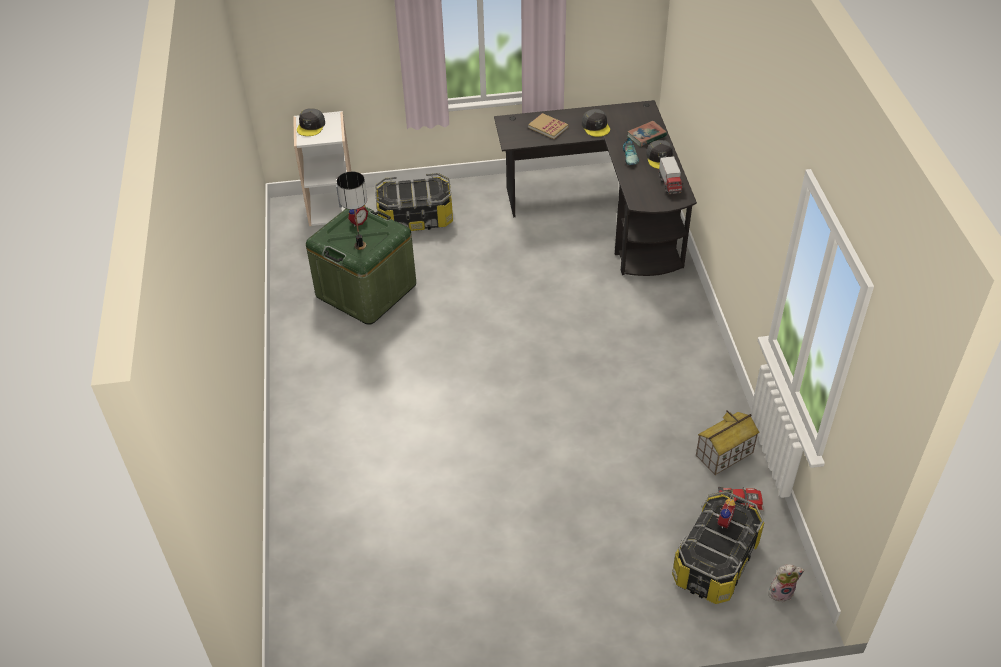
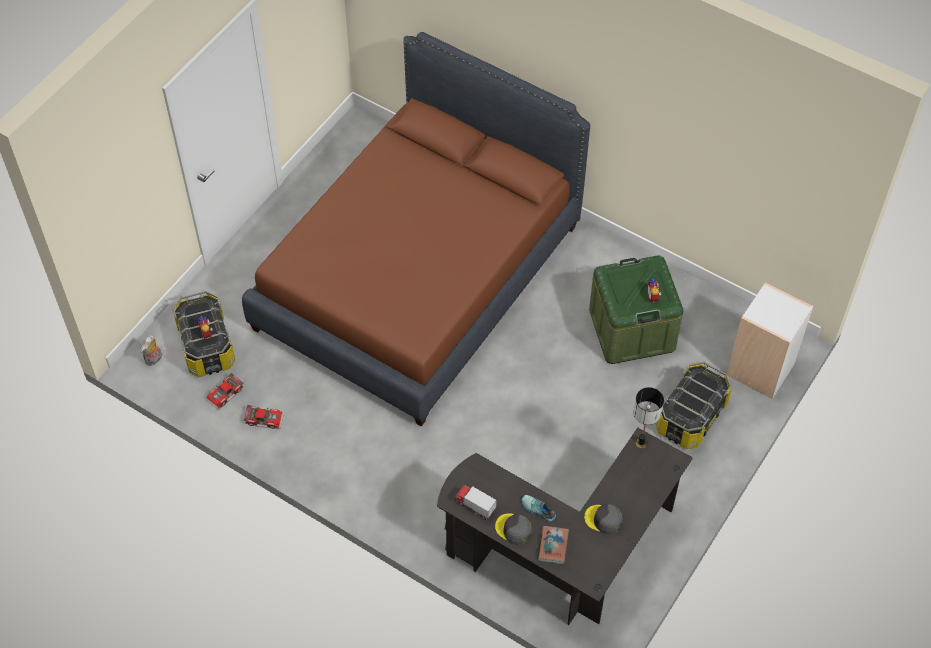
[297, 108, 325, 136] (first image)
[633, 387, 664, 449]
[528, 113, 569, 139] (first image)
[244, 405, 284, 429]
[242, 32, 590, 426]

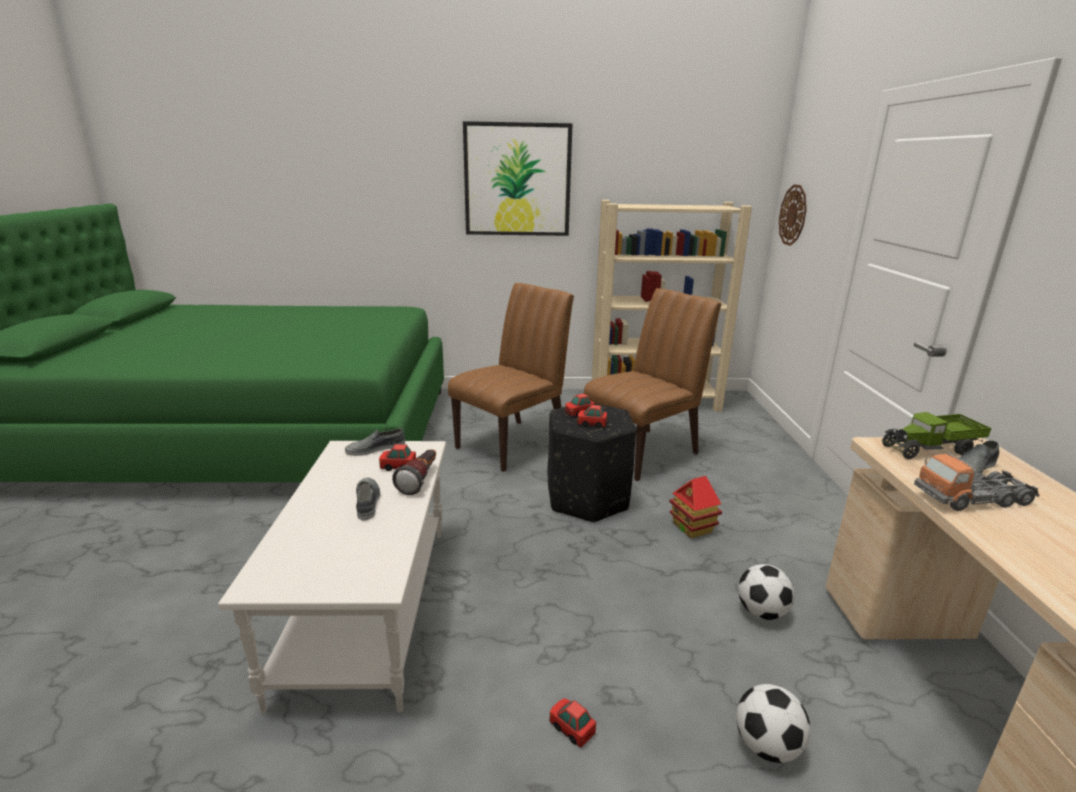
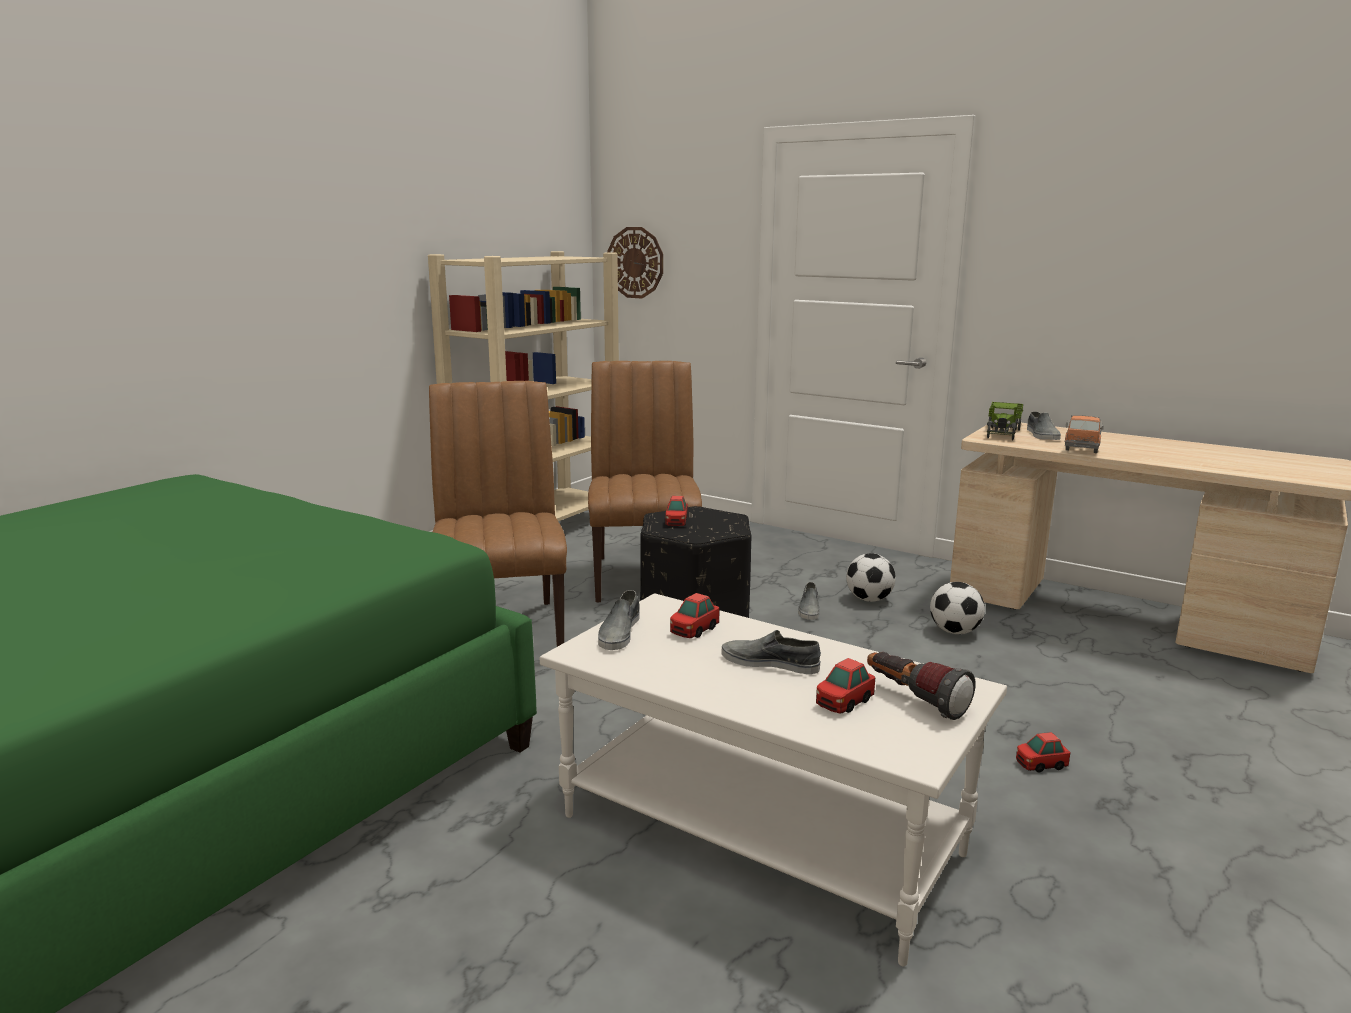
[867, 652, 976, 720]
[463, 121, 573, 236] (first image)
[816, 658, 875, 714]
[798, 582, 819, 620]
[846, 553, 896, 602]

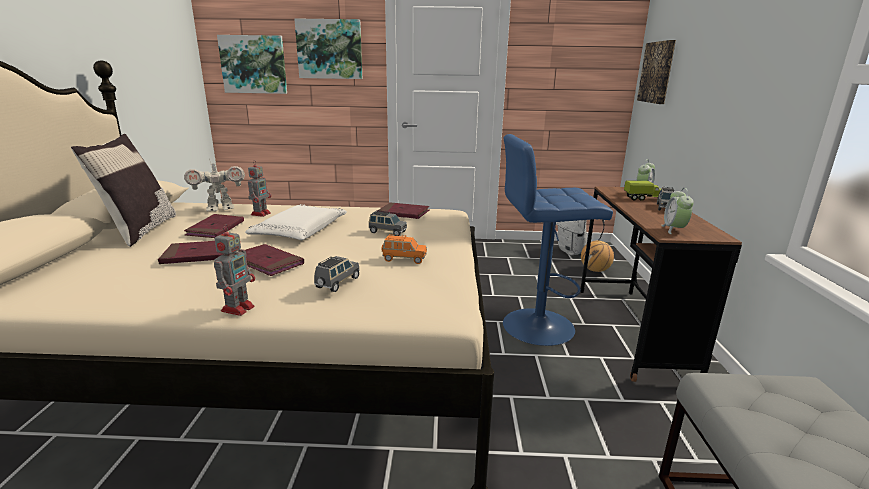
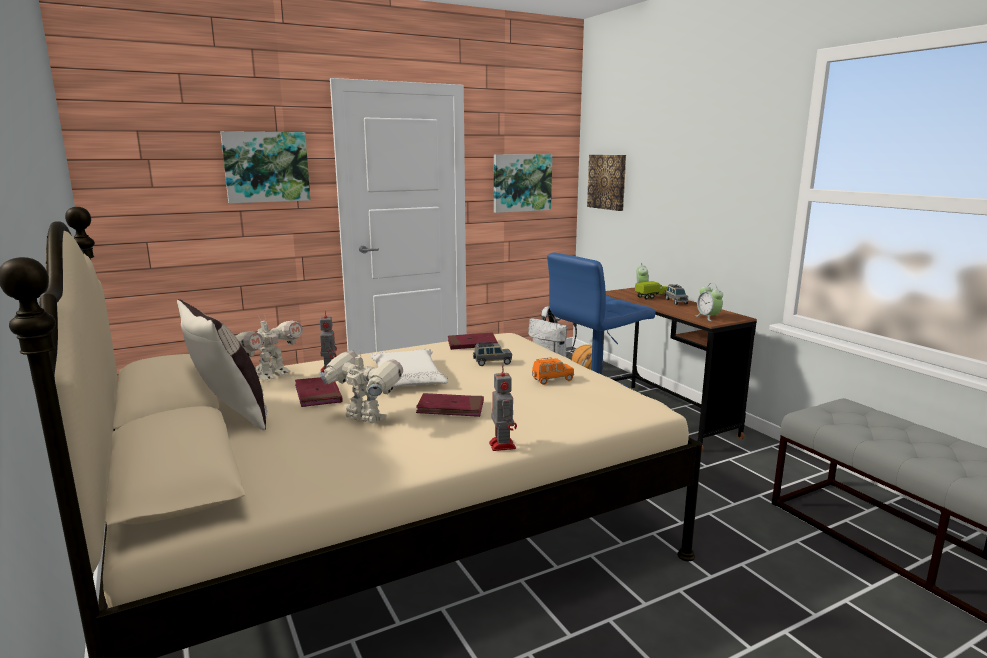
[319, 350, 403, 424]
[494, 154, 552, 213]
[314, 256, 360, 292] (first image)

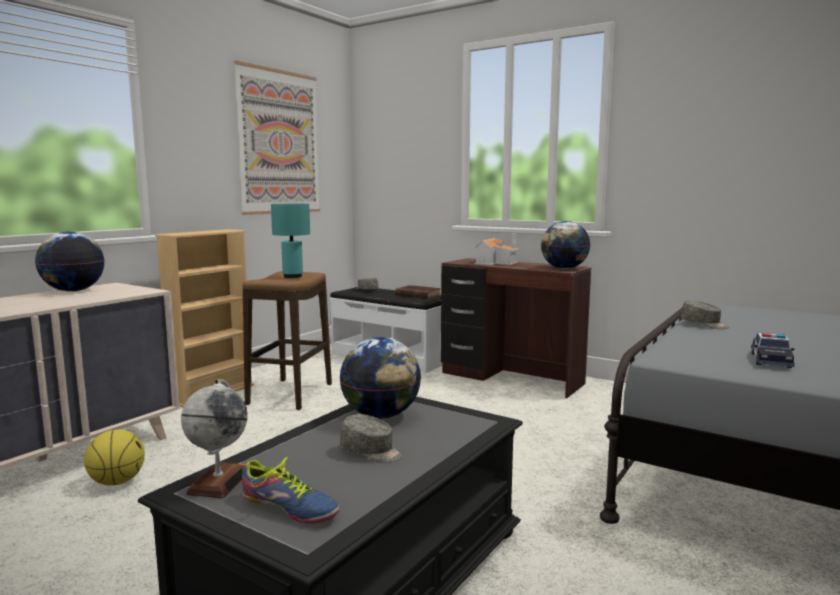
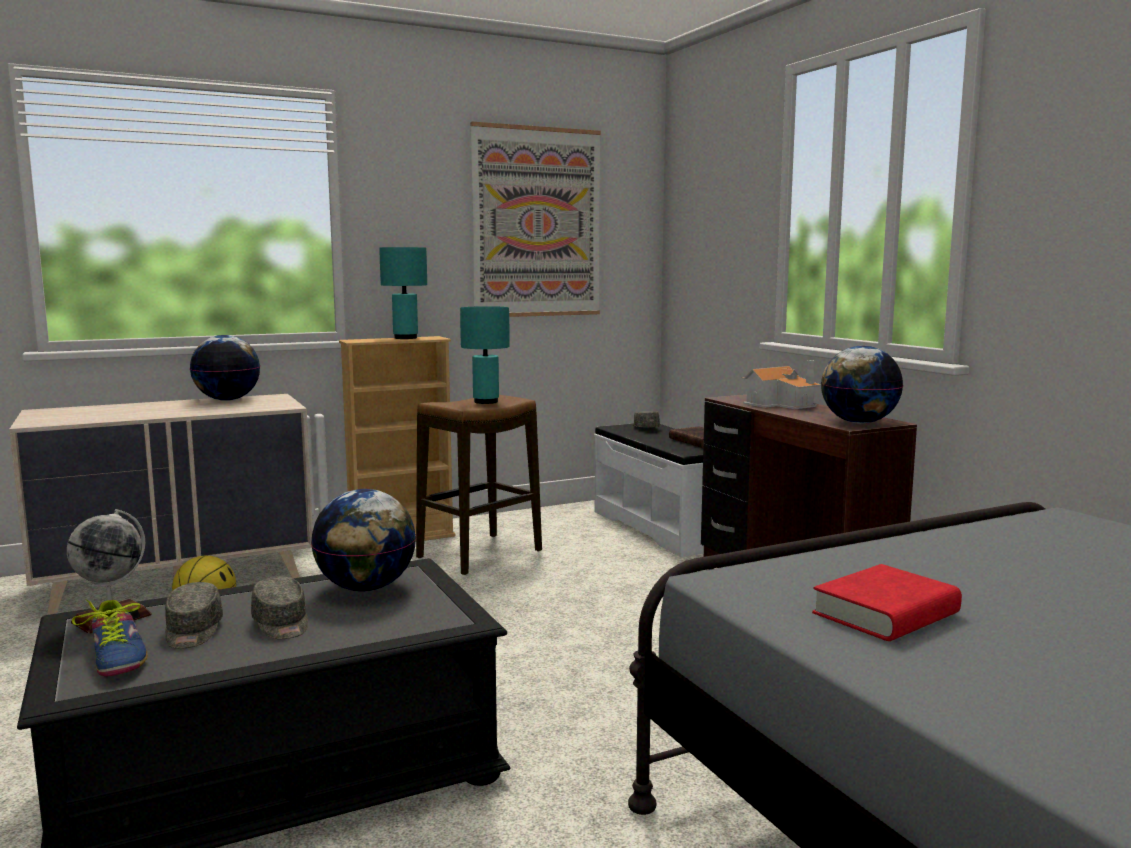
[165, 582, 223, 649]
[812, 564, 962, 641]
[380, 247, 427, 339]

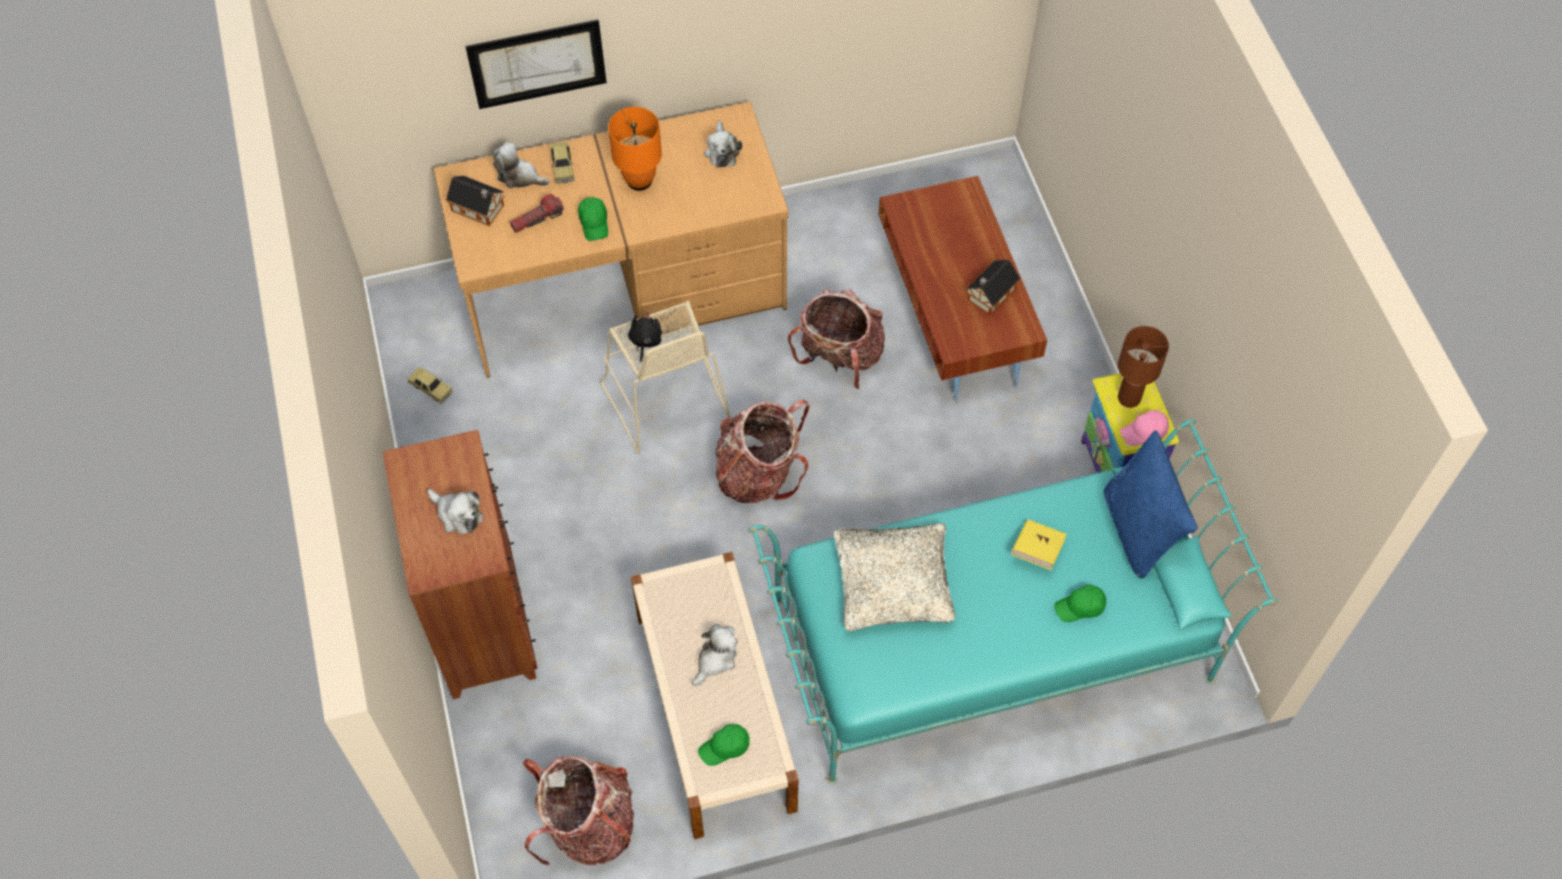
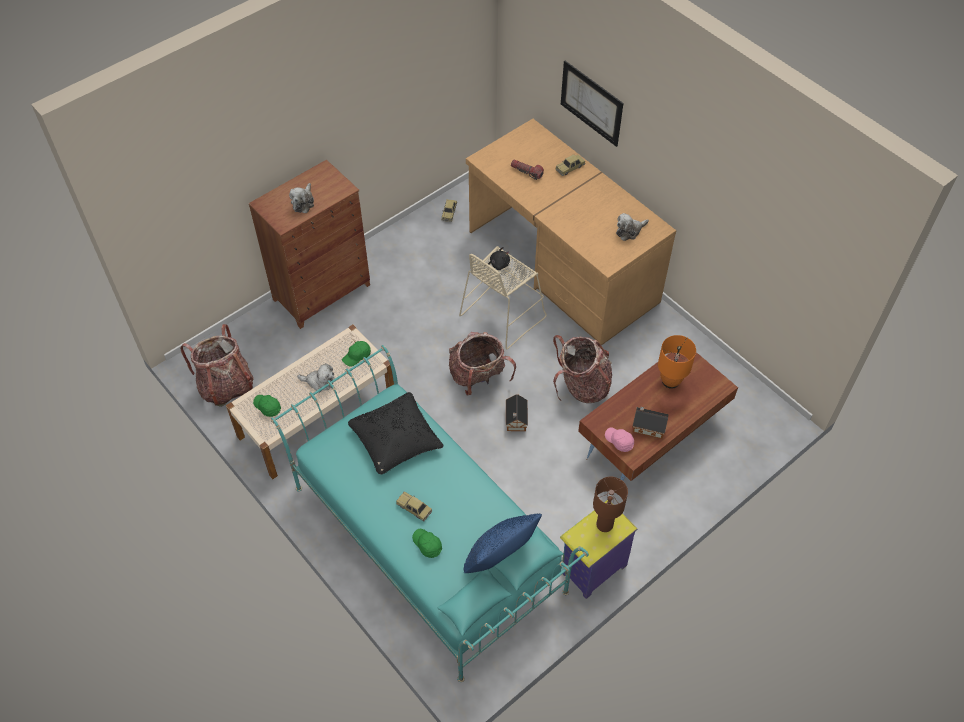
[506, 394, 528, 431]
[493, 142, 550, 188] (first image)
[342, 341, 371, 367]
[658, 335, 696, 389]
[348, 392, 444, 474]
[1011, 519, 1067, 570] (first image)
[605, 427, 634, 452]
[396, 491, 432, 521]

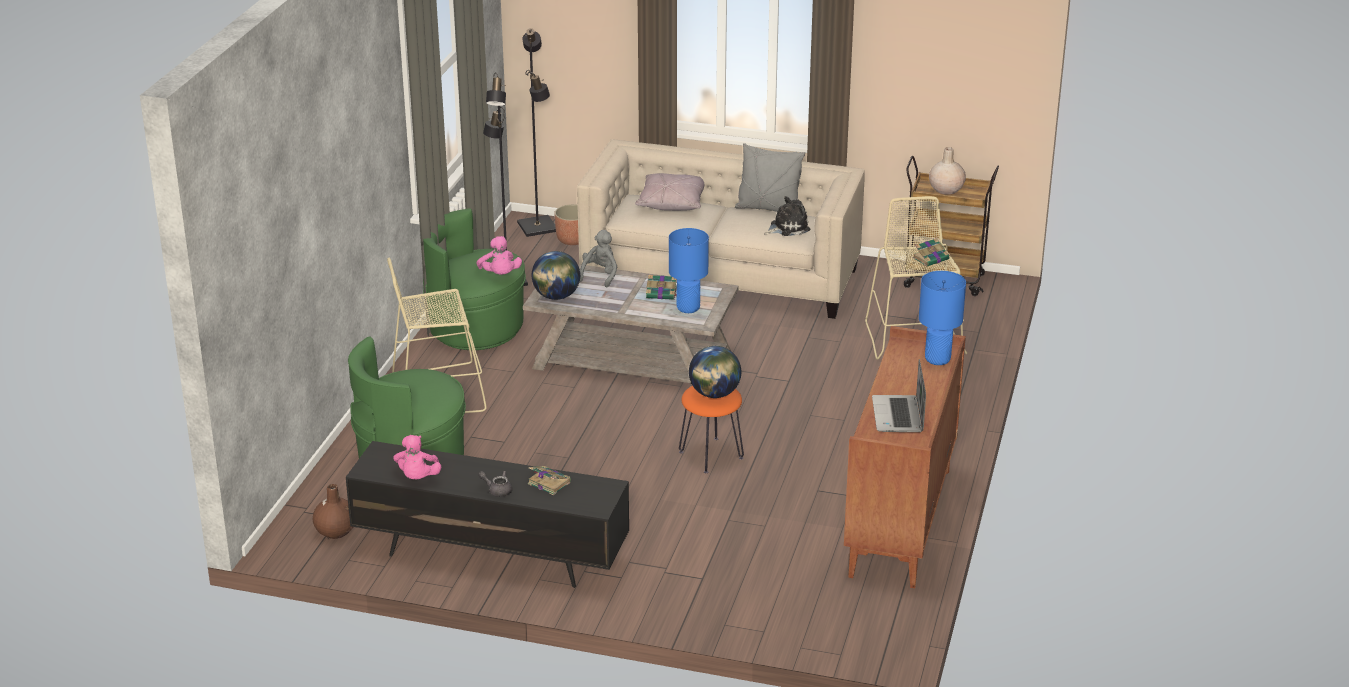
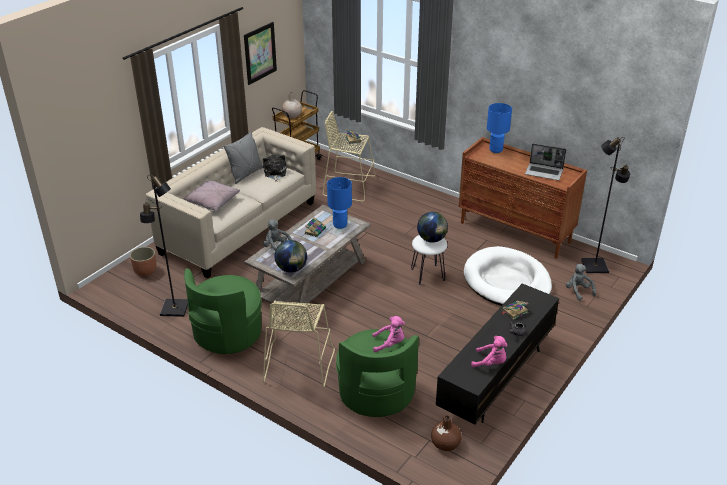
[372, 316, 405, 353]
[581, 137, 630, 273]
[411, 235, 447, 285]
[244, 22, 277, 85]
[464, 246, 552, 306]
[566, 264, 596, 301]

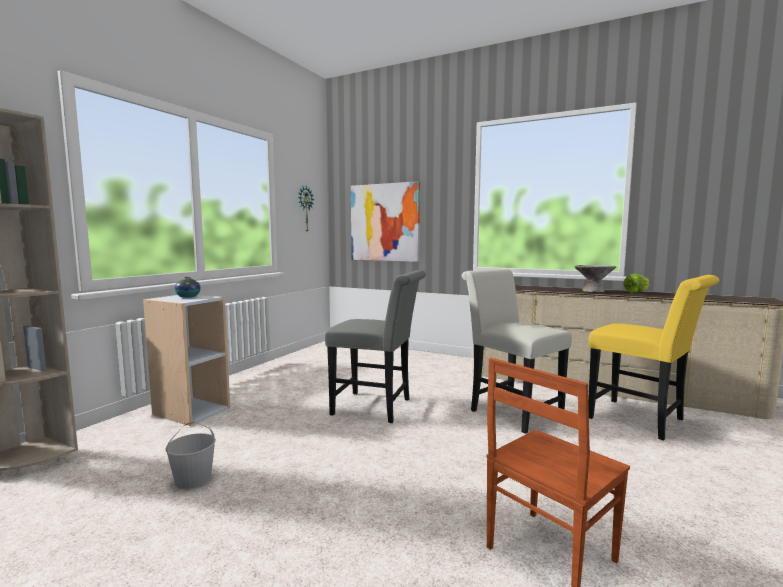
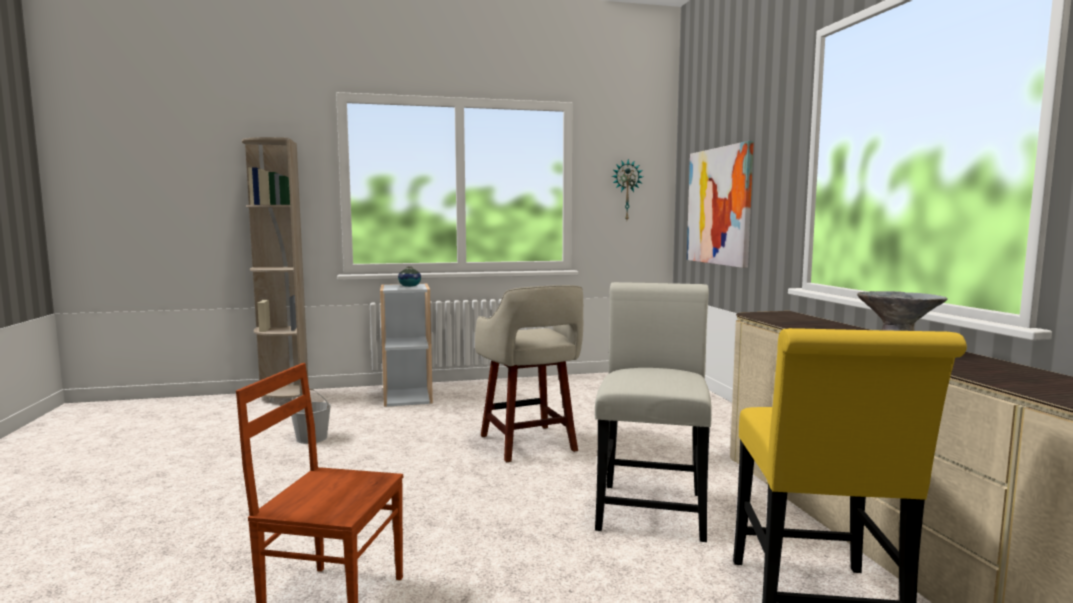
[475, 285, 583, 462]
[623, 274, 649, 293] (first image)

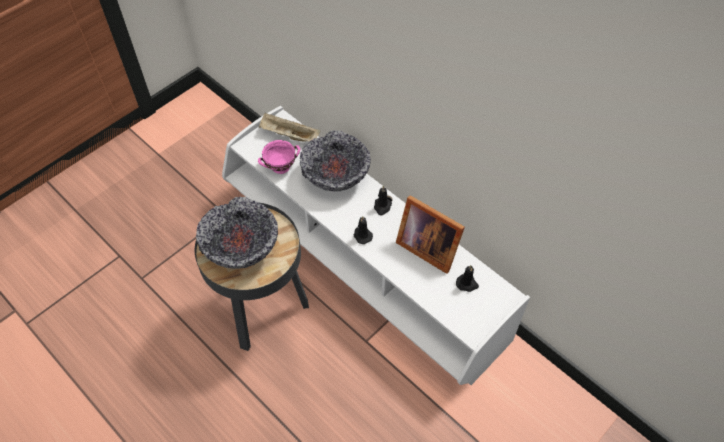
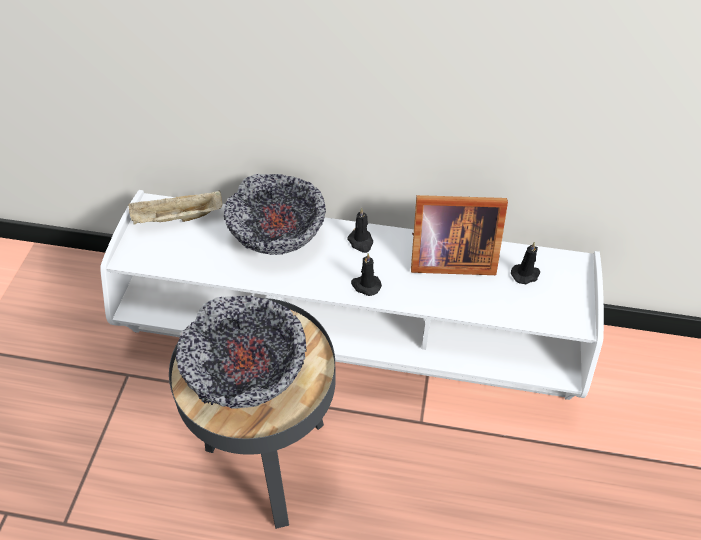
[258, 140, 300, 174] (first image)

